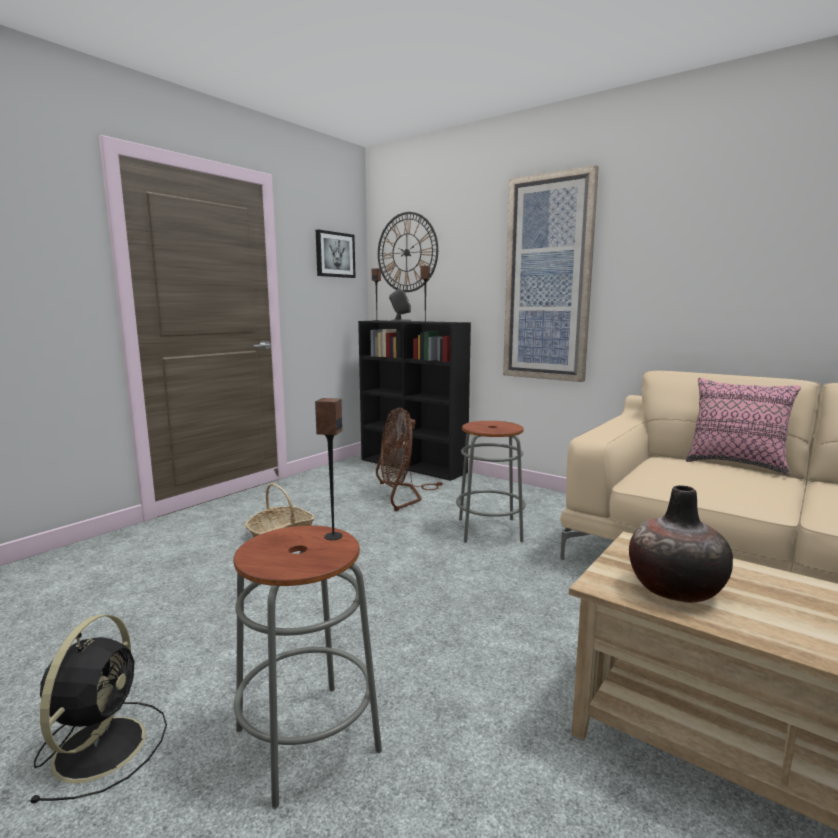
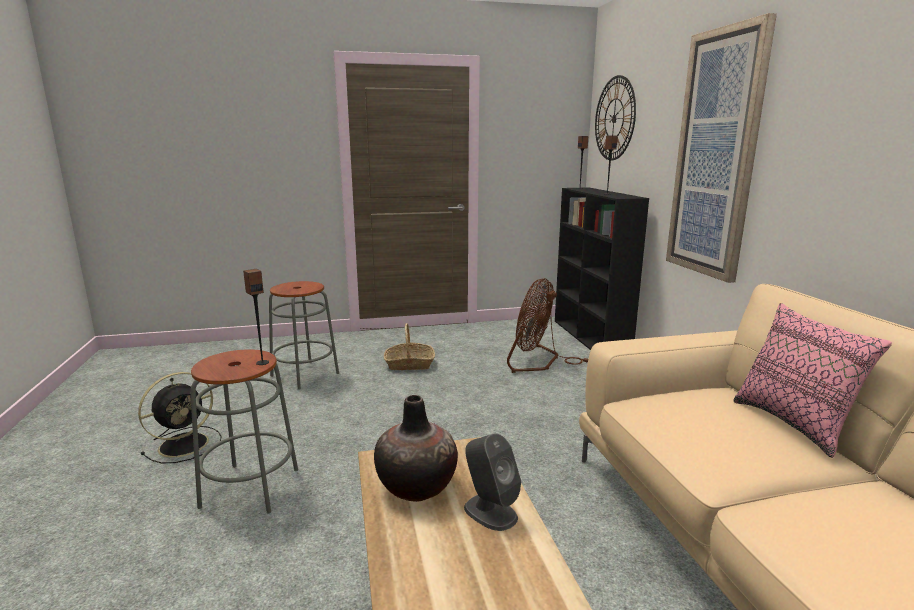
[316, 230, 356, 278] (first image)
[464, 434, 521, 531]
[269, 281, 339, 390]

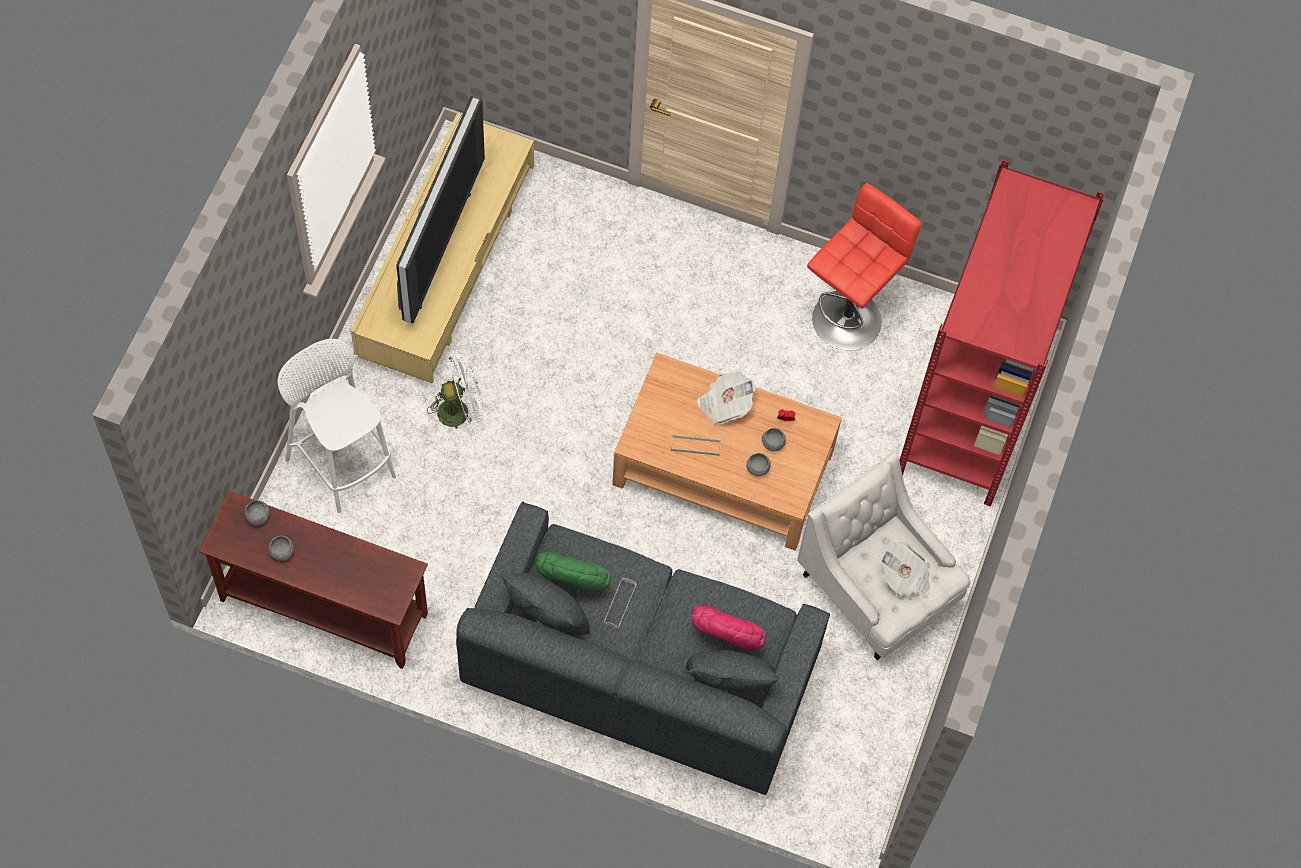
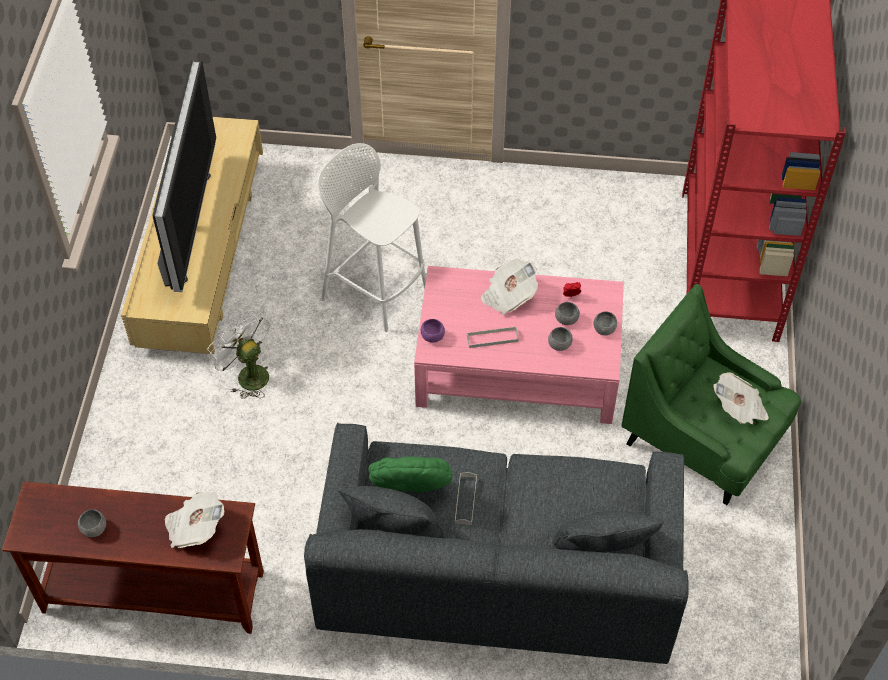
[593, 311, 617, 335]
[317, 143, 426, 332]
[208, 311, 270, 399]
[414, 266, 624, 424]
[691, 606, 766, 649] (first image)
[621, 284, 801, 505]
[807, 183, 921, 351] (first image)
[164, 492, 224, 548]
[421, 319, 445, 343]

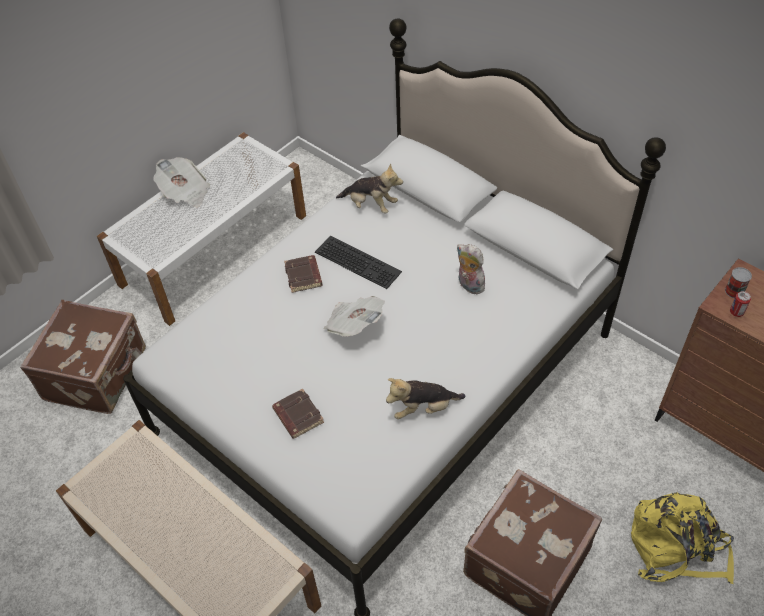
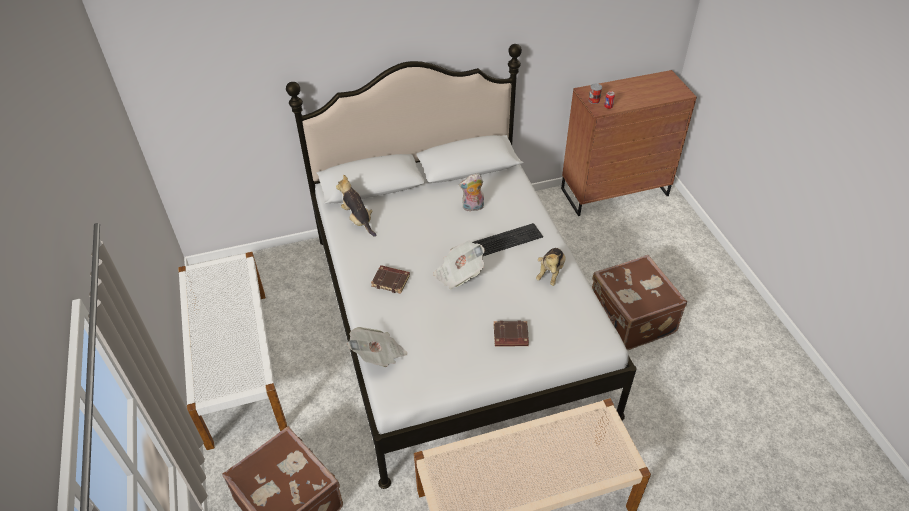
[347, 327, 407, 367]
[472, 223, 543, 256]
[336, 175, 376, 237]
[631, 492, 734, 584] (first image)

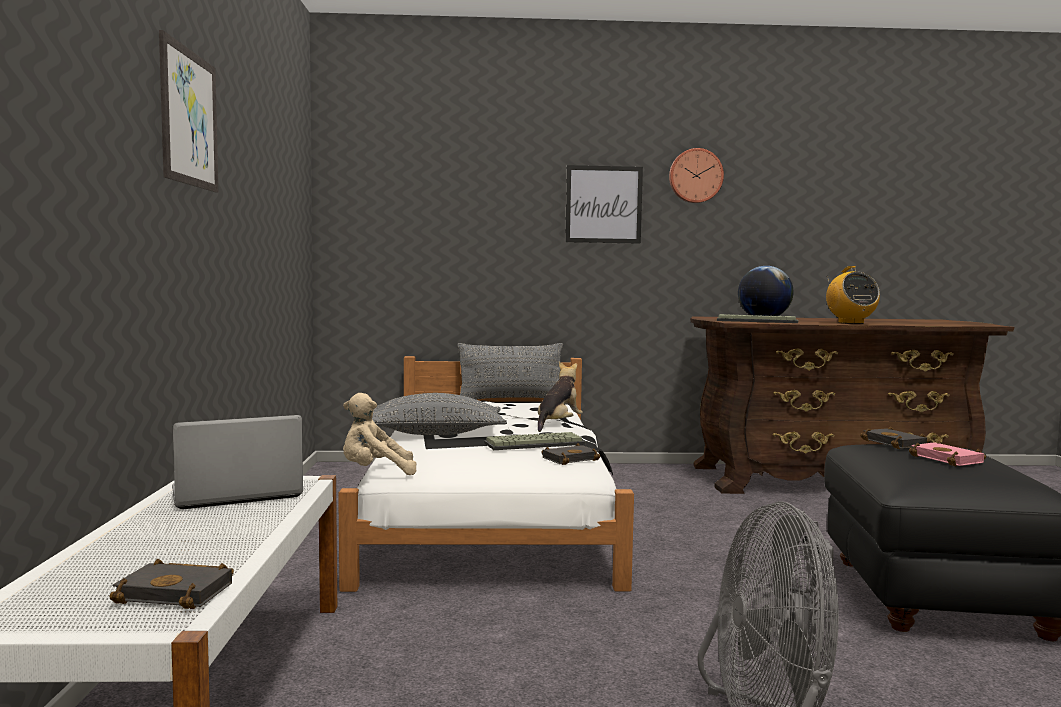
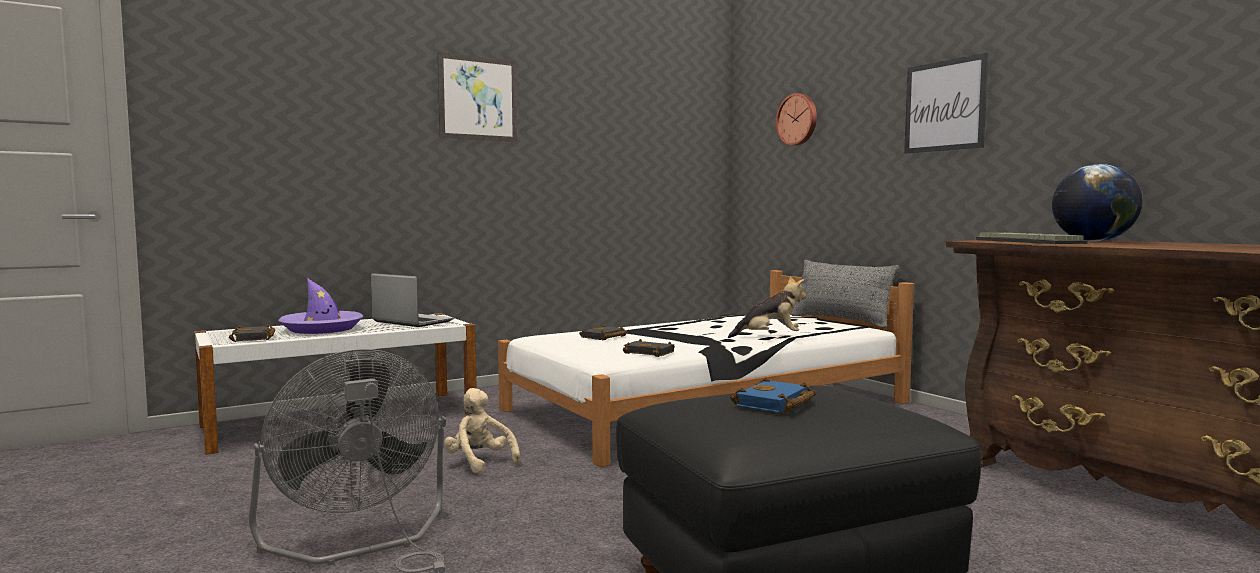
[444, 388, 520, 474]
[372, 393, 507, 435] (first image)
[484, 432, 586, 450] (first image)
[776, 93, 817, 146]
[826, 266, 880, 324] (first image)
[579, 325, 627, 341]
[730, 378, 816, 414]
[278, 278, 363, 334]

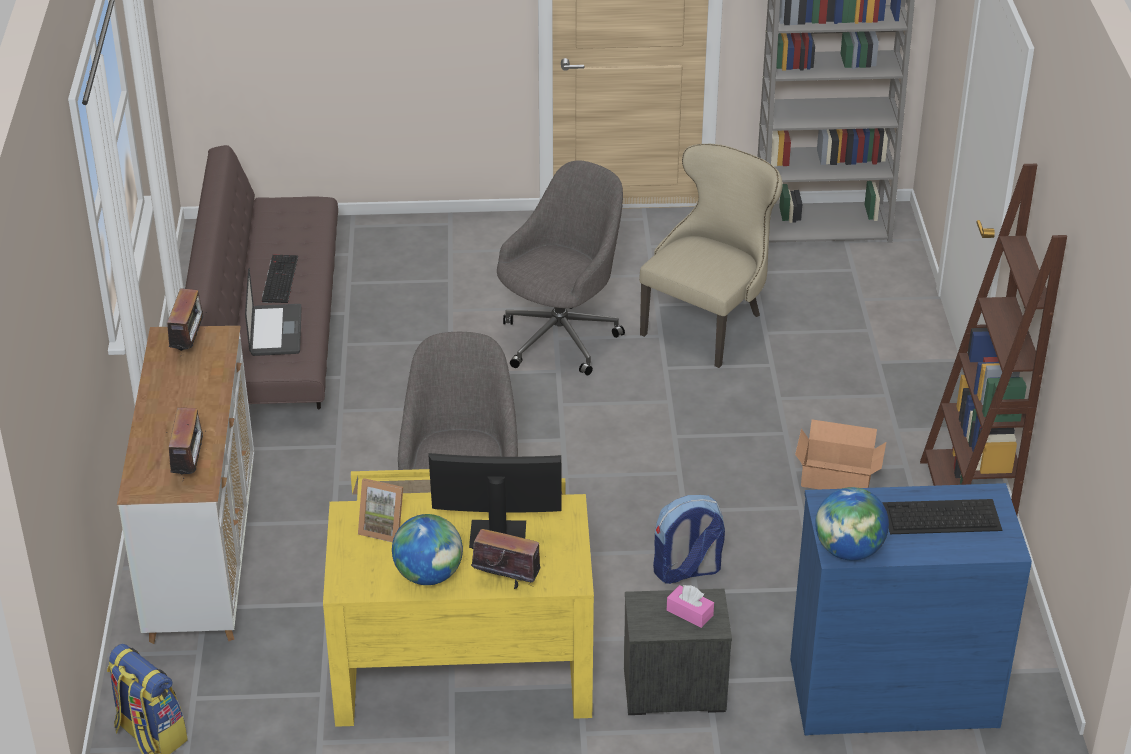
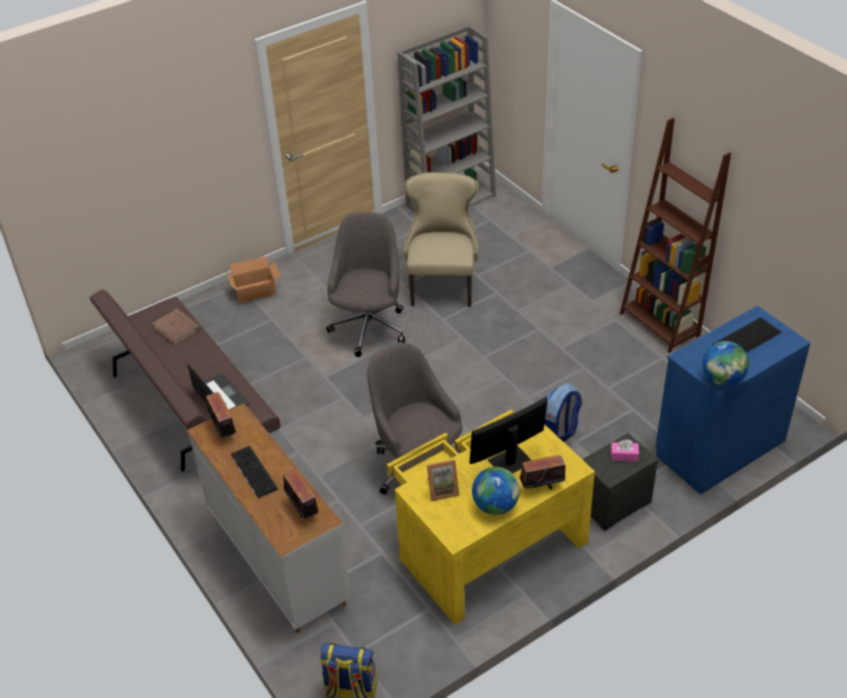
[231, 446, 278, 499]
[226, 256, 280, 303]
[152, 309, 200, 345]

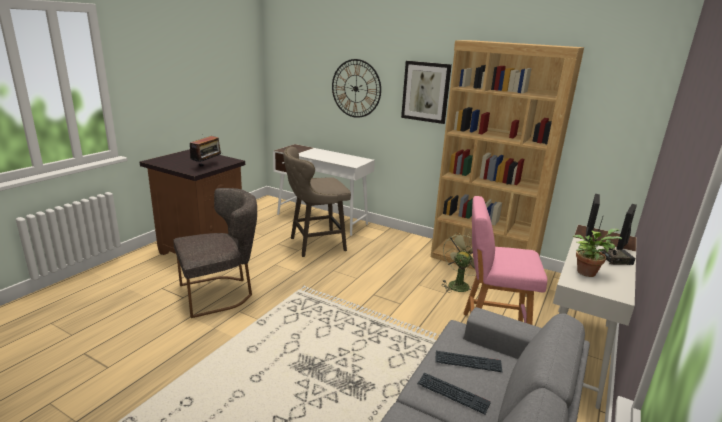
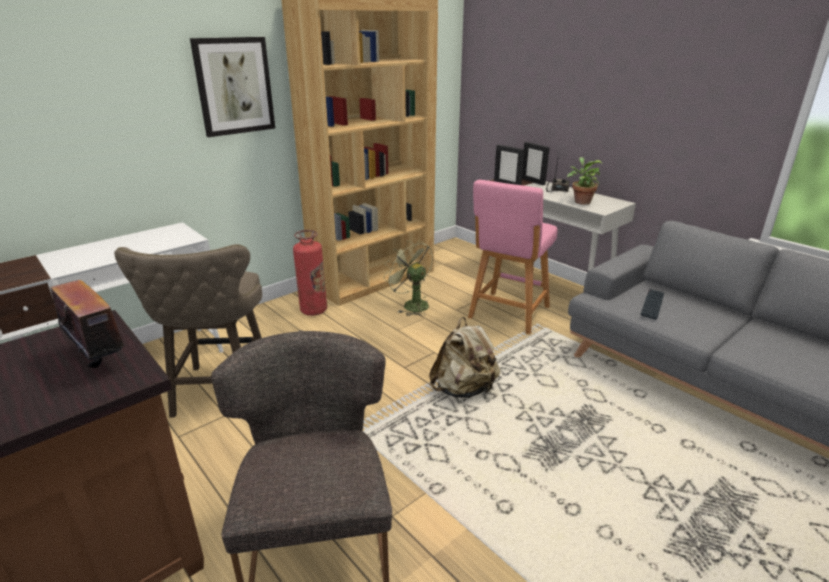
[332, 59, 381, 118] (first image)
[417, 373, 491, 414] (first image)
[293, 230, 327, 316]
[429, 317, 500, 398]

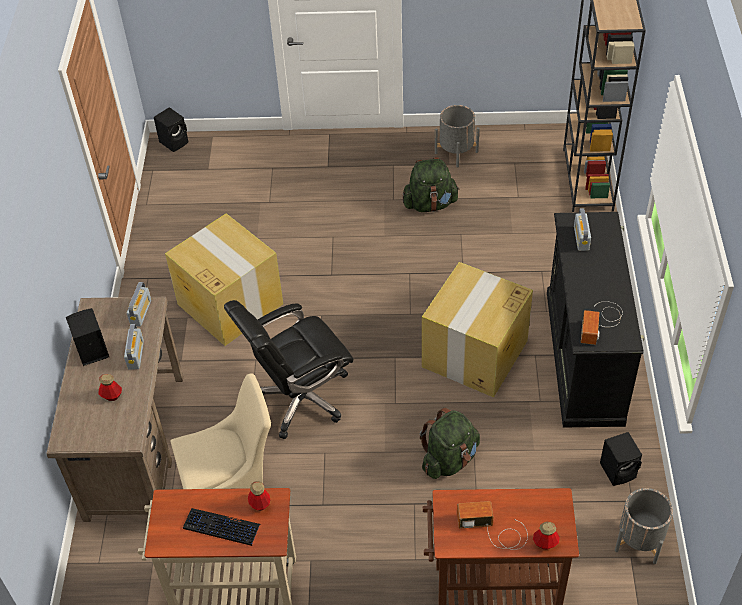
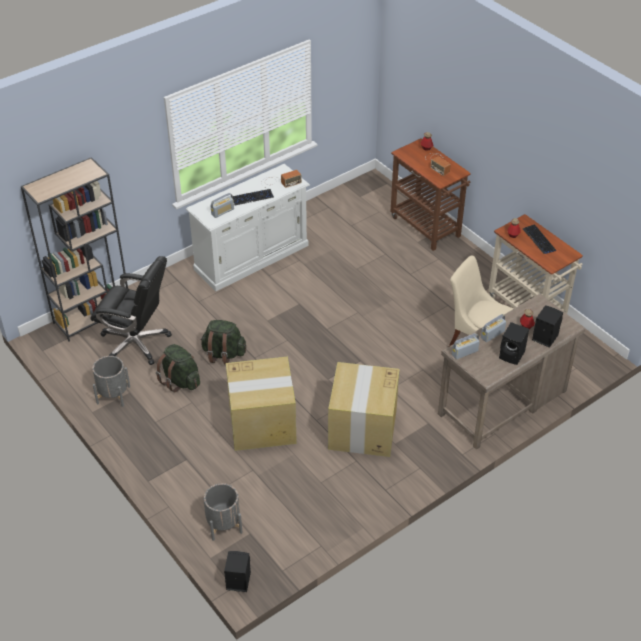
[90, 256, 172, 365]
[201, 320, 246, 365]
[226, 357, 297, 451]
[186, 164, 310, 291]
[532, 305, 563, 348]
[203, 483, 242, 541]
[233, 189, 274, 205]

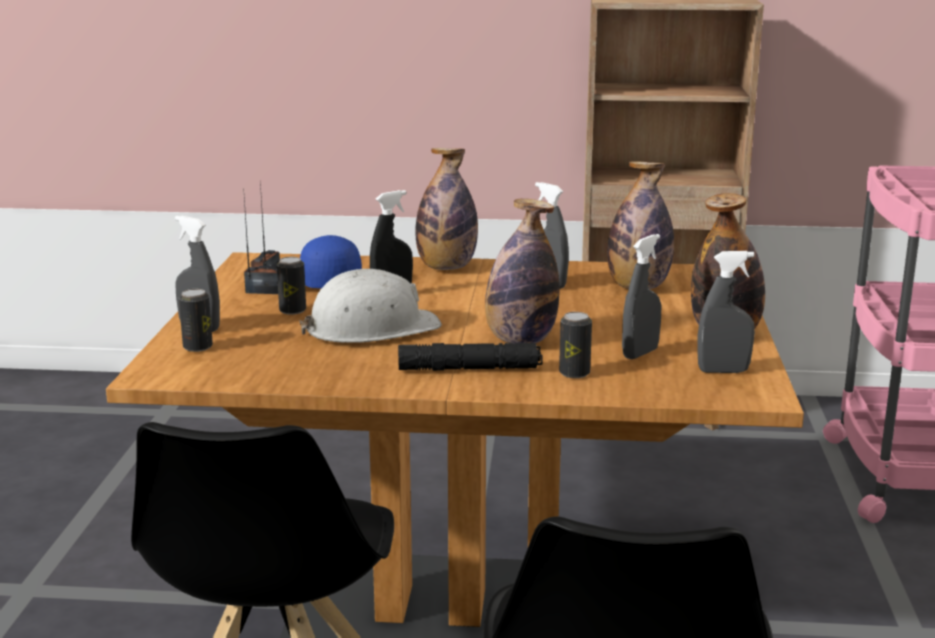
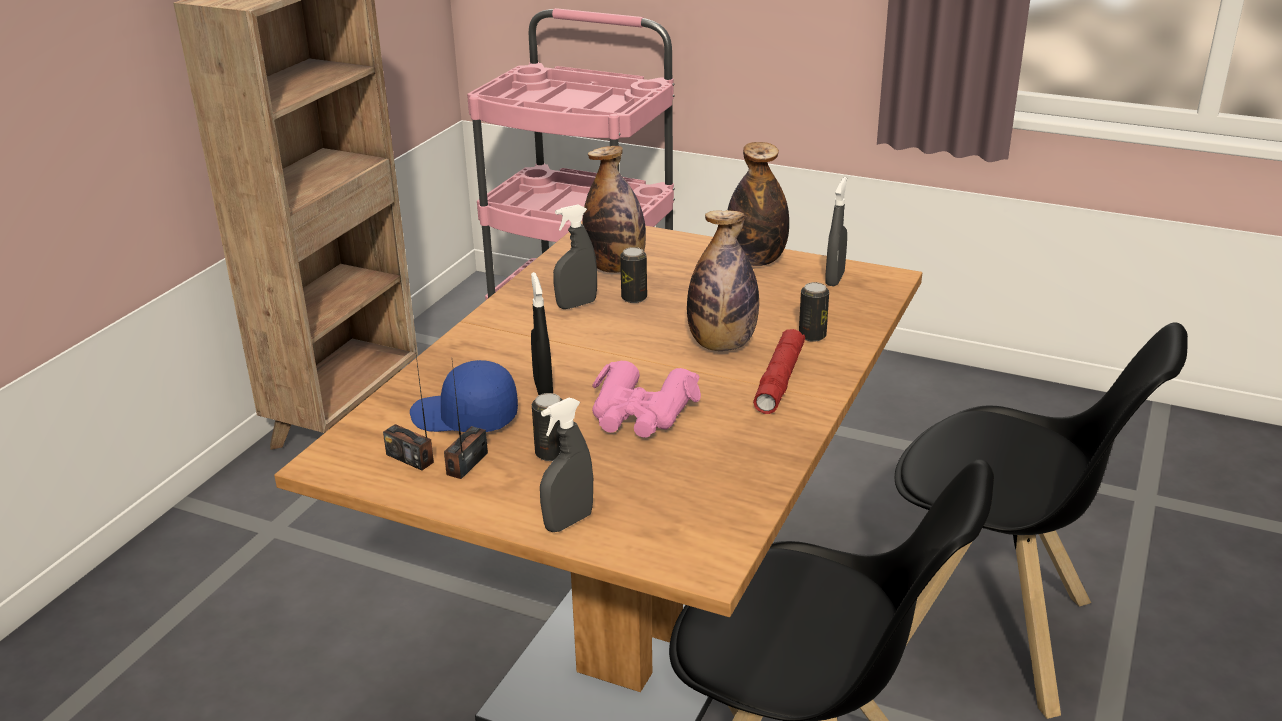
[620, 247, 647, 303]
[592, 361, 701, 438]
[753, 329, 805, 414]
[415, 148, 478, 270] (first image)
[622, 234, 661, 359] (first image)

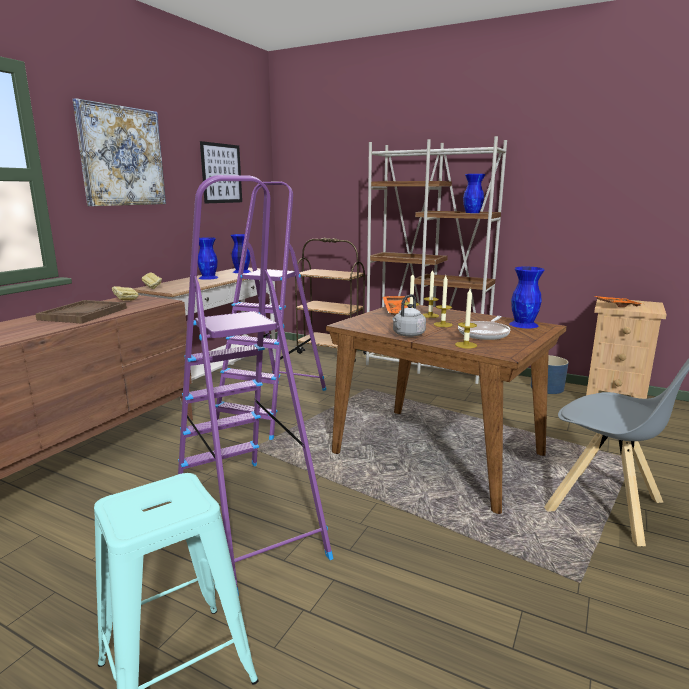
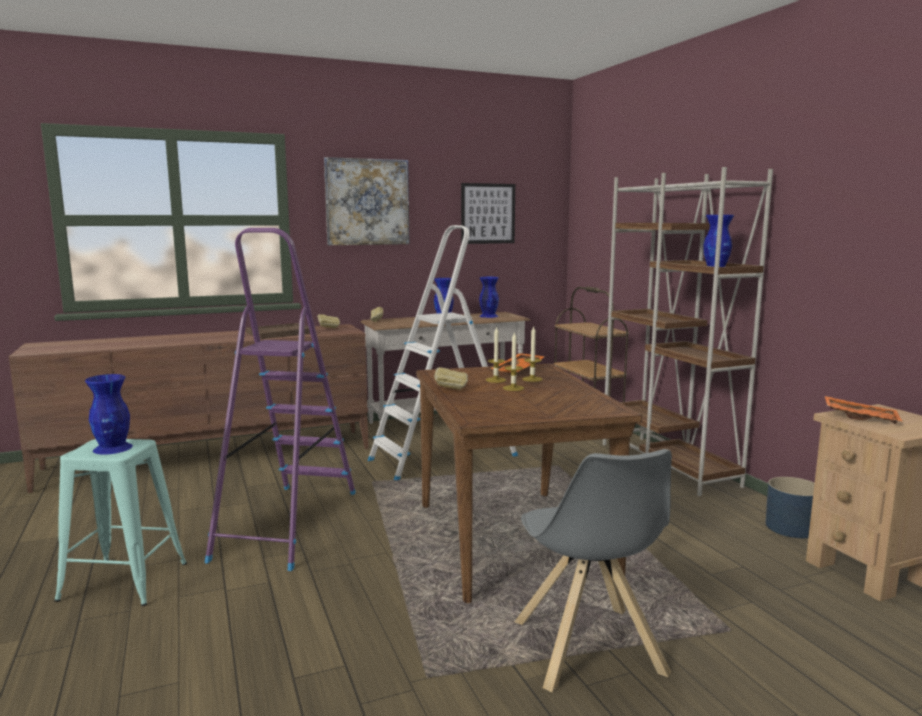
[368, 225, 518, 480]
[434, 367, 468, 390]
[455, 289, 477, 348] (first image)
[458, 316, 510, 340] (first image)
[85, 374, 133, 455]

